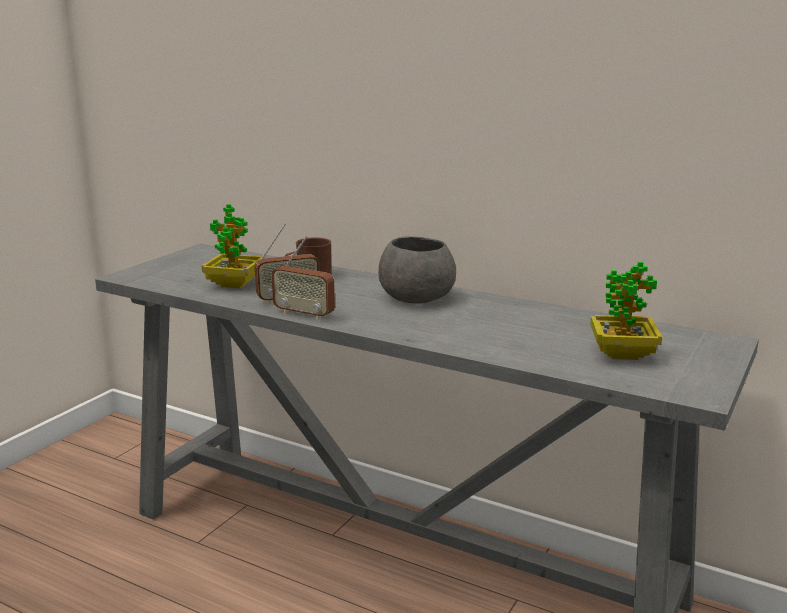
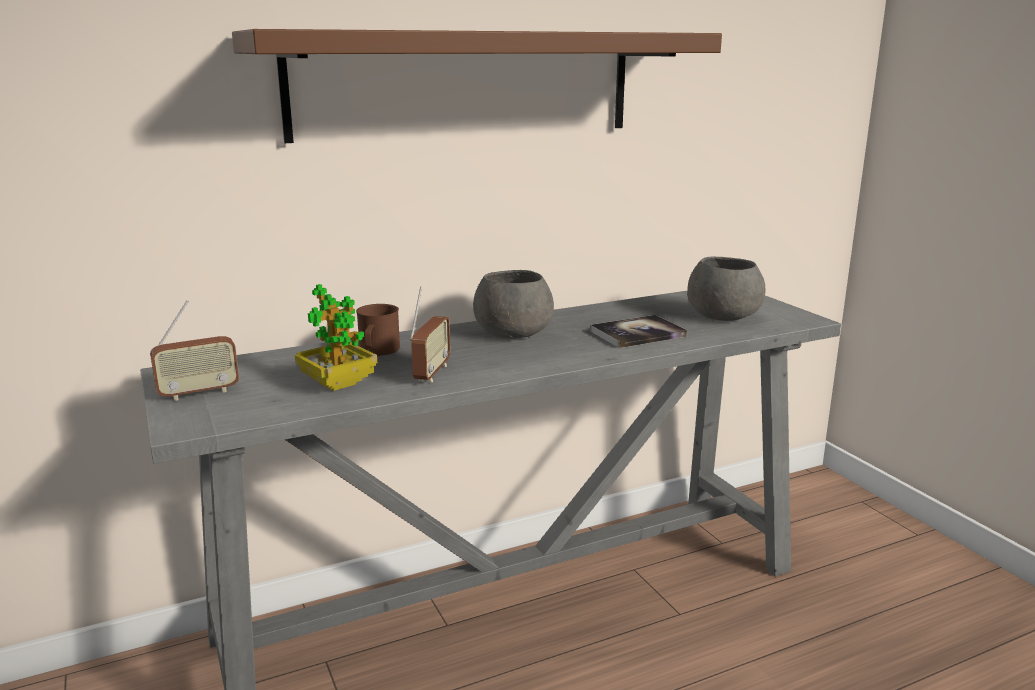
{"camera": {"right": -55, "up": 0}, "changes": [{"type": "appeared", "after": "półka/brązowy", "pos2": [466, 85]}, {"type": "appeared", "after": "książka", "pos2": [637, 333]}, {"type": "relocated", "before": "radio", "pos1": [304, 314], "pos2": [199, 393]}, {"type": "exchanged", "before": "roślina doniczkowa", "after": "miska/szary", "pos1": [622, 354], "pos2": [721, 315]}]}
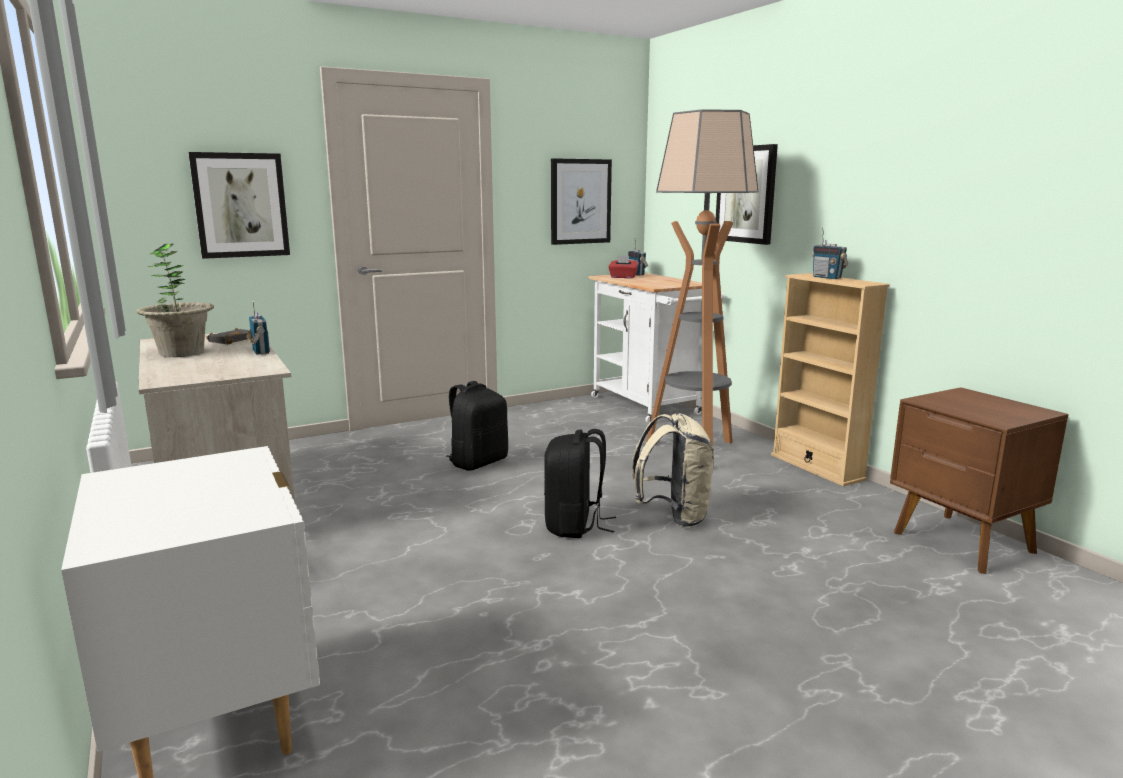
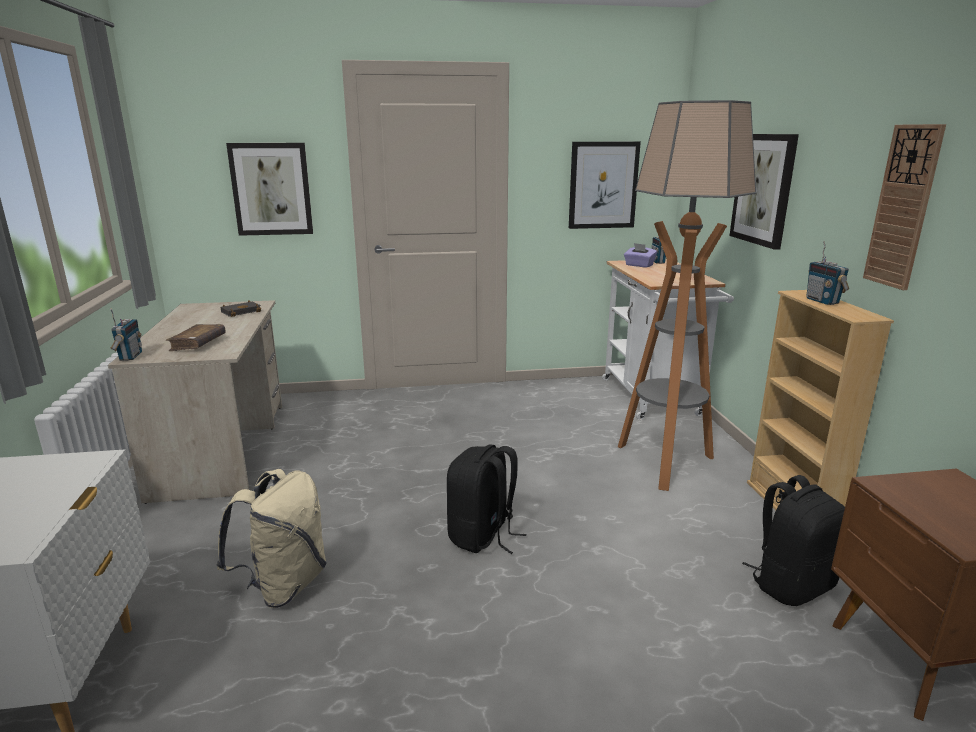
{"camera": {"right": 20, "up": 5}, "changes": [{"type": "missing", "before": "roślina doniczkowa", "pos1": [181, 353]}, {"type": "appeared", "after": "książka/brązowy", "pos2": [198, 344]}, {"type": "appeared", "after": "zegar ścienny", "pos2": [903, 207]}, {"type": "relocated", "before": "radio", "pos1": [260, 352], "pos2": [130, 356]}, {"type": "relocated", "before": "plecak/czarny", "pos1": [478, 462], "pos2": [791, 584]}, {"type": "relocated", "before": "plecak/beżowy", "pos1": [673, 516], "pos2": [284, 585]}, {"type": "colour", "before": "pudełko chusteczek/czerwony", "after": "pudełko chusteczek/fioletowy", "pos1": [623, 277], "pos2": [639, 265]}]}
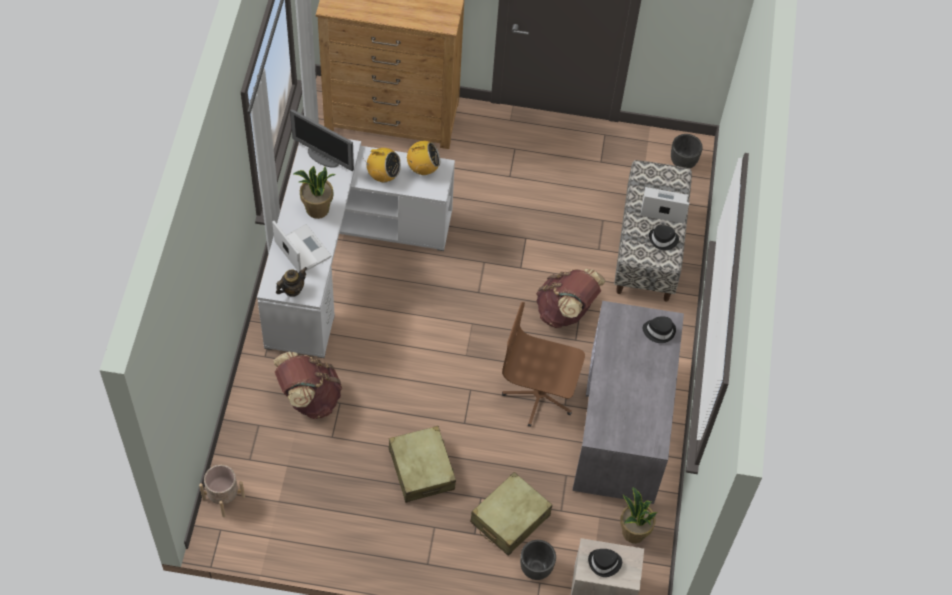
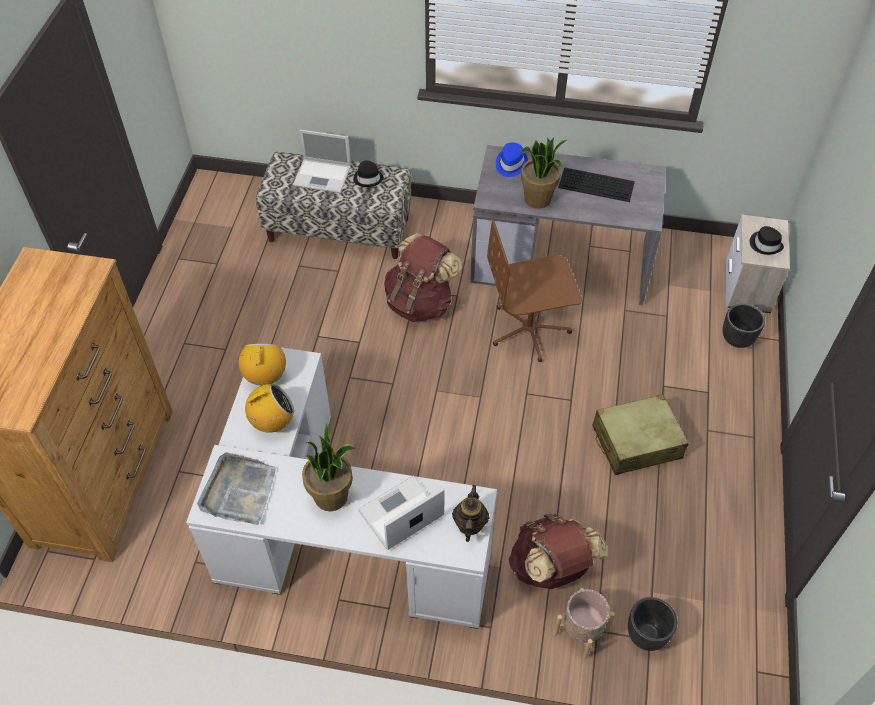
{"camera": {"right": -85, "up": -5}, "changes": [{"type": "missing", "before": "walizka/beżowy", "pos1": [510, 519]}, {"type": "appeared", "after": "klawiatura", "pos2": [597, 184]}, {"type": "relocated", "before": "donica/beżowy", "pos1": [224, 498], "pos2": [581, 631]}, {"type": "relocated", "before": "roślina doniczkowa", "pos1": [633, 532], "pos2": [538, 199]}, {"type": "relocated", "before": "donica/czarny", "pos1": [683, 162], "pos2": [647, 635]}, {"type": "exchanged", "before": "monitor", "after": "taca/szary", "pos1": [323, 157], "pos2": [238, 491]}, {"type": "colour", "before": "kapelusz/czarny", "after": "kapelusz/niebieski", "pos1": [659, 331], "pos2": [510, 164]}, {"type": "spun", "before": "imbryk", "pos1": [292, 289], "pos2": [469, 524], "turn": 45}, {"type": "spun", "before": "radio", "pos1": [383, 175], "pos2": [272, 422], "turn": 45}, {"type": "spun", "before": "krzesło biurowe/brązowy", "pos1": [539, 395], "pos2": [529, 329], "turn": 60}, {"type": "spun", "before": "laptop", "pos1": [663, 206], "pos2": [323, 176], "turn": -90}]}
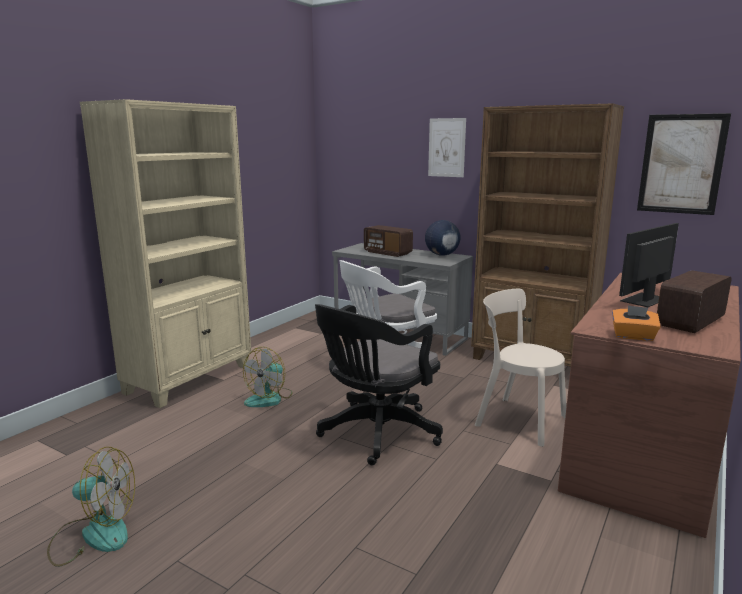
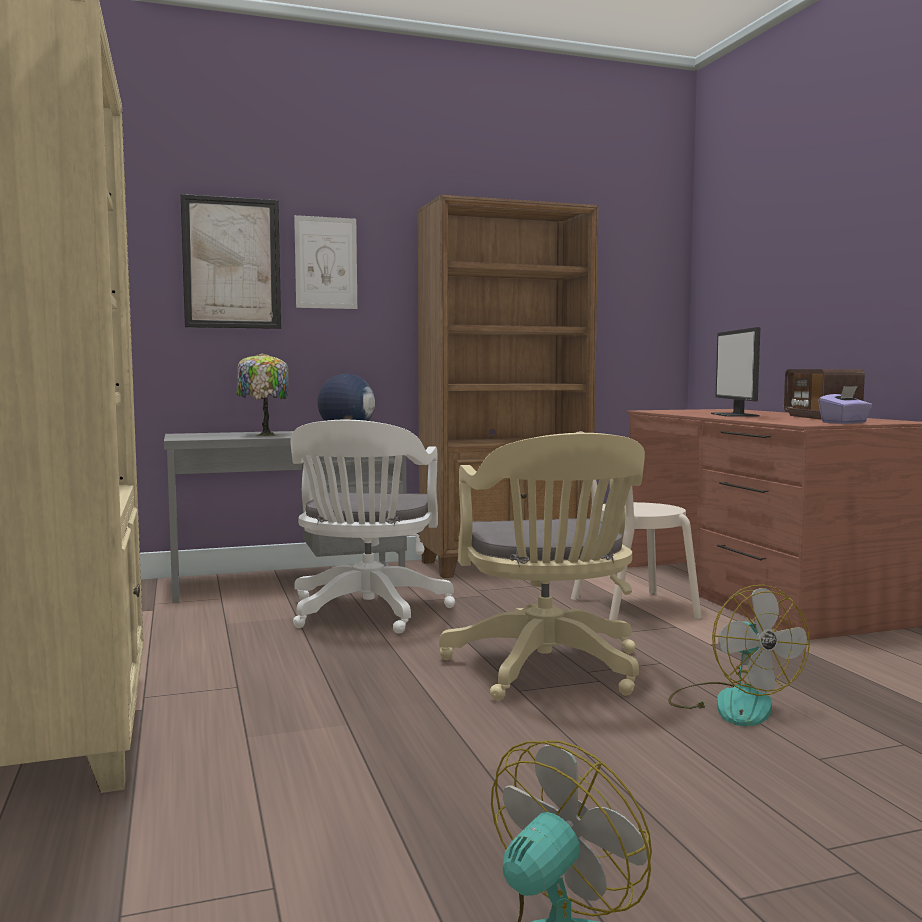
{"camera": {"right": -50, "up": -10}, "changes": [{"type": "relocated", "before": "wentylator", "pos1": [269, 398], "pos2": [732, 703]}, {"type": "relocated", "before": "obraz", "pos1": [681, 164], "pos2": [231, 263]}, {"type": "exchanged", "before": "radio", "after": "lampa stołowa", "pos1": [387, 253], "pos2": [264, 435]}, {"type": "colour", "before": "krzesło biurowe/czarny", "after": "krzesło biurowe/beżowy", "pos1": [375, 434], "pos2": [547, 671]}, {"type": "colour", "before": "pudełko chusteczek/pomarańczowy", "after": "pudełko chusteczek/fioletowy", "pos1": [633, 336], "pos2": [844, 423]}]}
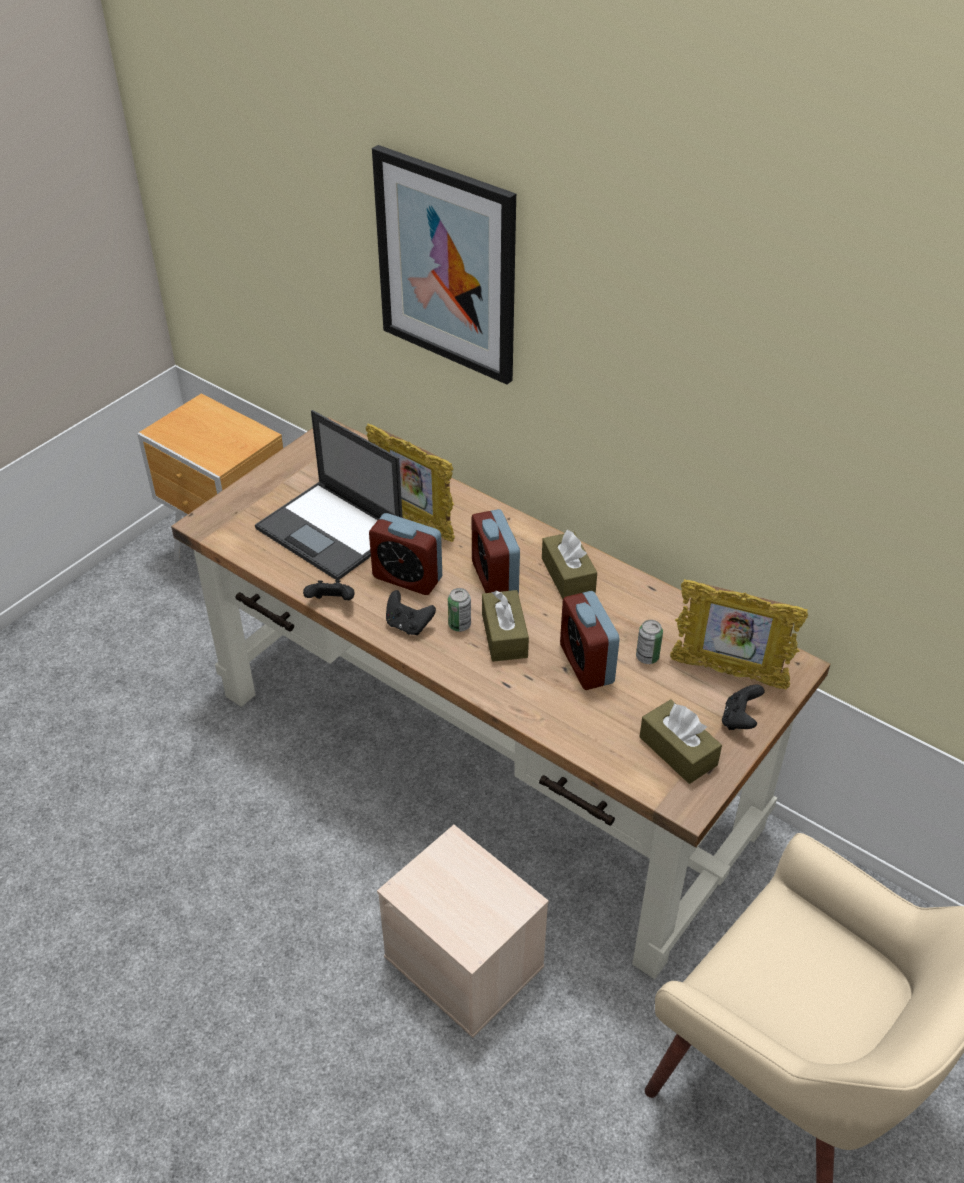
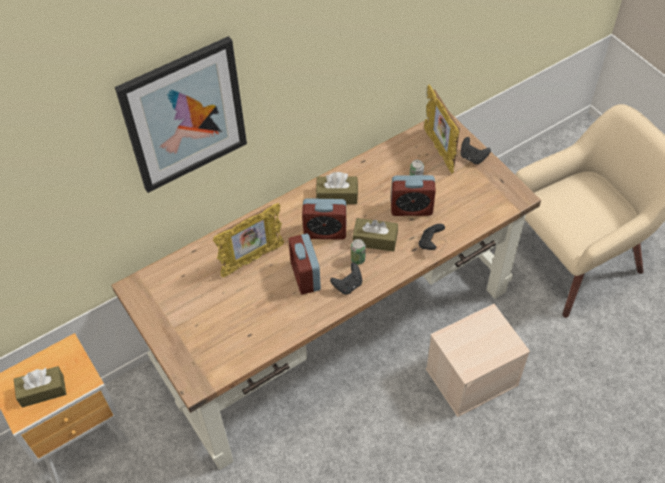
{"camera": {"right": -70, "up": 10}, "changes": [{"type": "missing", "before": "laptop", "pos1": [331, 531]}, {"type": "relocated", "before": "pad do gier/czarny", "pos1": [332, 603], "pos2": [430, 243]}, {"type": "relocated", "before": "pudełko chusteczek/brązowy", "pos1": [678, 751], "pos2": [42, 391]}, {"type": "spun", "before": "budzik", "pos1": [407, 578], "pos2": [305, 276], "turn": 120}, {"type": "spun", "before": "ramka na zdjęcie", "pos1": [728, 673], "pos2": [439, 151], "turn": 120}]}
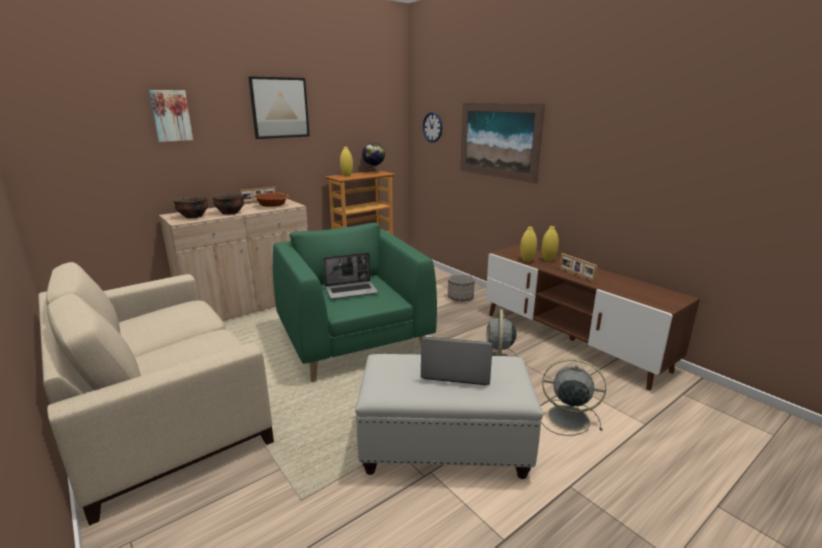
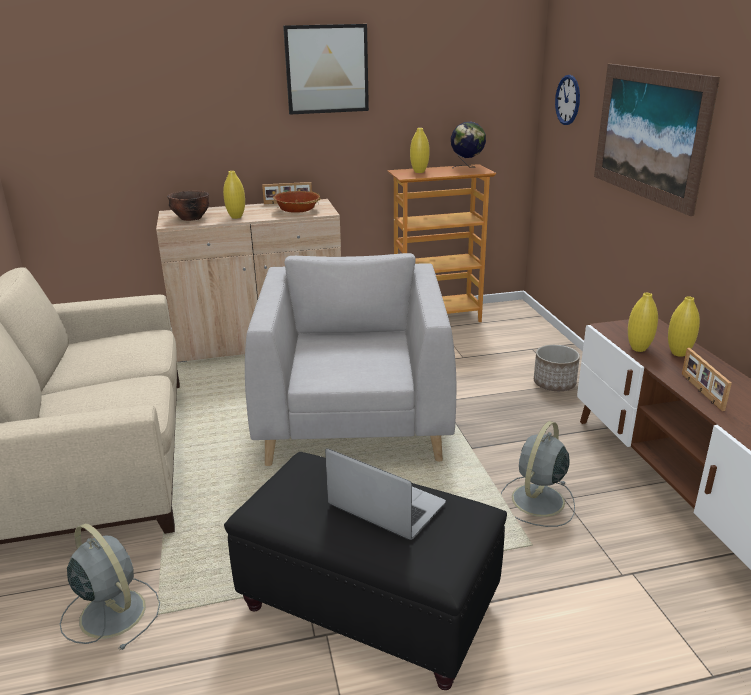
{"camera": {"right": 25, "up": 5}, "changes": [{"type": "missing", "before": "obraz", "pos1": [171, 115]}, {"type": "missing", "before": "laptop", "pos1": [352, 291]}, {"type": "relocated", "before": "wentylator/szary", "pos1": [566, 417], "pos2": [111, 611]}, {"type": "exchanged", "before": "miska/brązowy", "after": "wazon/żółty", "pos1": [230, 213], "pos2": [236, 217]}, {"type": "colour", "before": "fotel/zielony", "after": "fotel/szary", "pos1": [353, 341], "pos2": [354, 420]}, {"type": "colour", "before": "pufa/biały", "after": "pufa/czarny", "pos1": [443, 446], "pos2": [367, 604]}]}
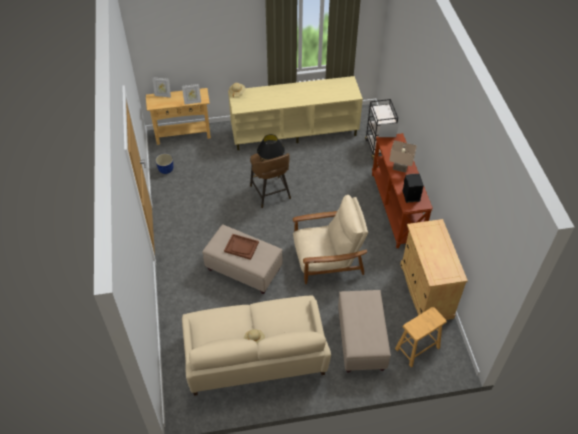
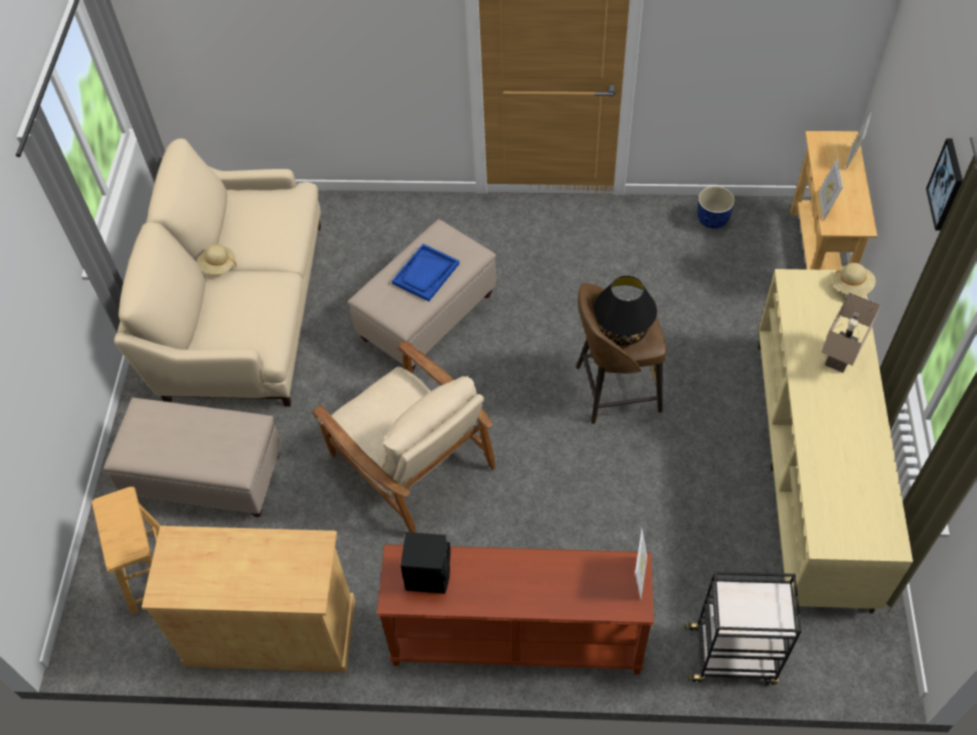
{"camera": {"right": 105, "up": 5}, "changes": [{"type": "appeared", "after": "obraz", "pos2": [946, 185]}, {"type": "relocated", "before": "lampa stołowa/beżowy", "pos1": [399, 168], "pos2": [838, 357]}, {"type": "colour", "before": "taca/brązowy", "after": "taca/niebieski", "pos1": [241, 247], "pos2": [426, 274]}, {"type": "spun", "before": "fotel/beżowy", "pos1": [327, 259], "pos2": [410, 460], "turn": -45}]}
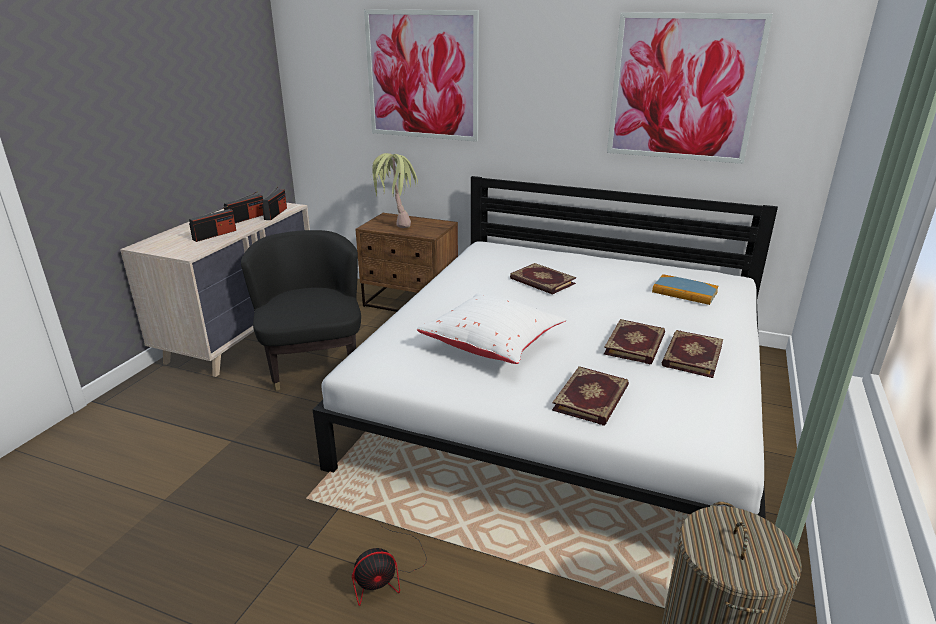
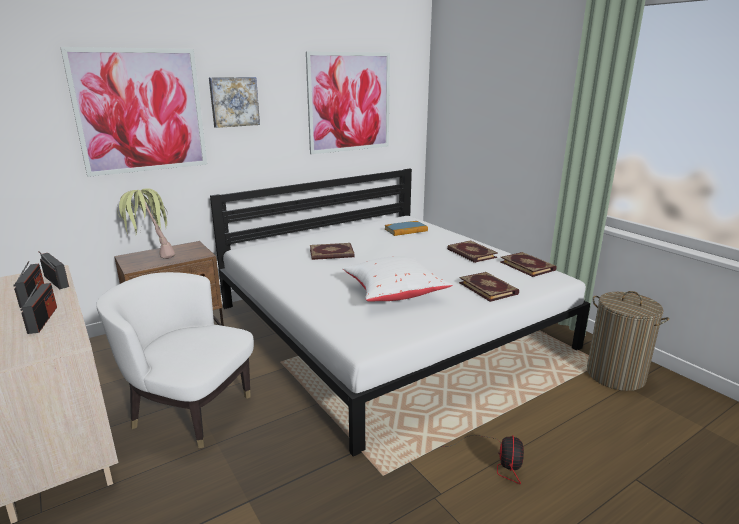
{"camera": {"right": -55, "up": -5}, "changes": [{"type": "appeared", "after": "obraz", "pos2": [234, 101]}, {"type": "relocated", "before": "książka", "pos1": [636, 344], "pos2": [528, 266]}, {"type": "colour", "before": "fotel/czarny", "after": "fotel/biały", "pos1": [313, 363], "pos2": [190, 410]}]}
